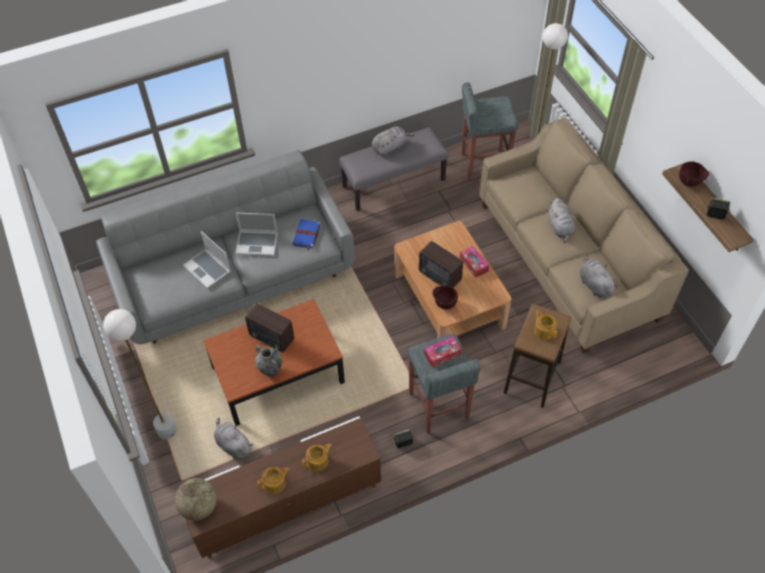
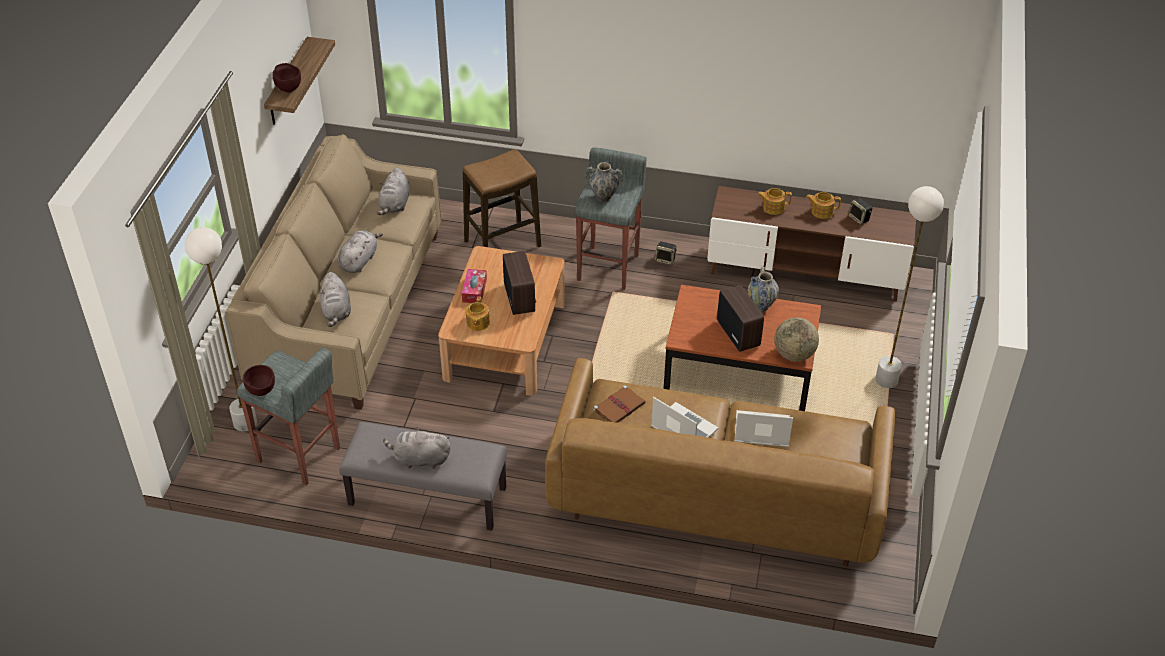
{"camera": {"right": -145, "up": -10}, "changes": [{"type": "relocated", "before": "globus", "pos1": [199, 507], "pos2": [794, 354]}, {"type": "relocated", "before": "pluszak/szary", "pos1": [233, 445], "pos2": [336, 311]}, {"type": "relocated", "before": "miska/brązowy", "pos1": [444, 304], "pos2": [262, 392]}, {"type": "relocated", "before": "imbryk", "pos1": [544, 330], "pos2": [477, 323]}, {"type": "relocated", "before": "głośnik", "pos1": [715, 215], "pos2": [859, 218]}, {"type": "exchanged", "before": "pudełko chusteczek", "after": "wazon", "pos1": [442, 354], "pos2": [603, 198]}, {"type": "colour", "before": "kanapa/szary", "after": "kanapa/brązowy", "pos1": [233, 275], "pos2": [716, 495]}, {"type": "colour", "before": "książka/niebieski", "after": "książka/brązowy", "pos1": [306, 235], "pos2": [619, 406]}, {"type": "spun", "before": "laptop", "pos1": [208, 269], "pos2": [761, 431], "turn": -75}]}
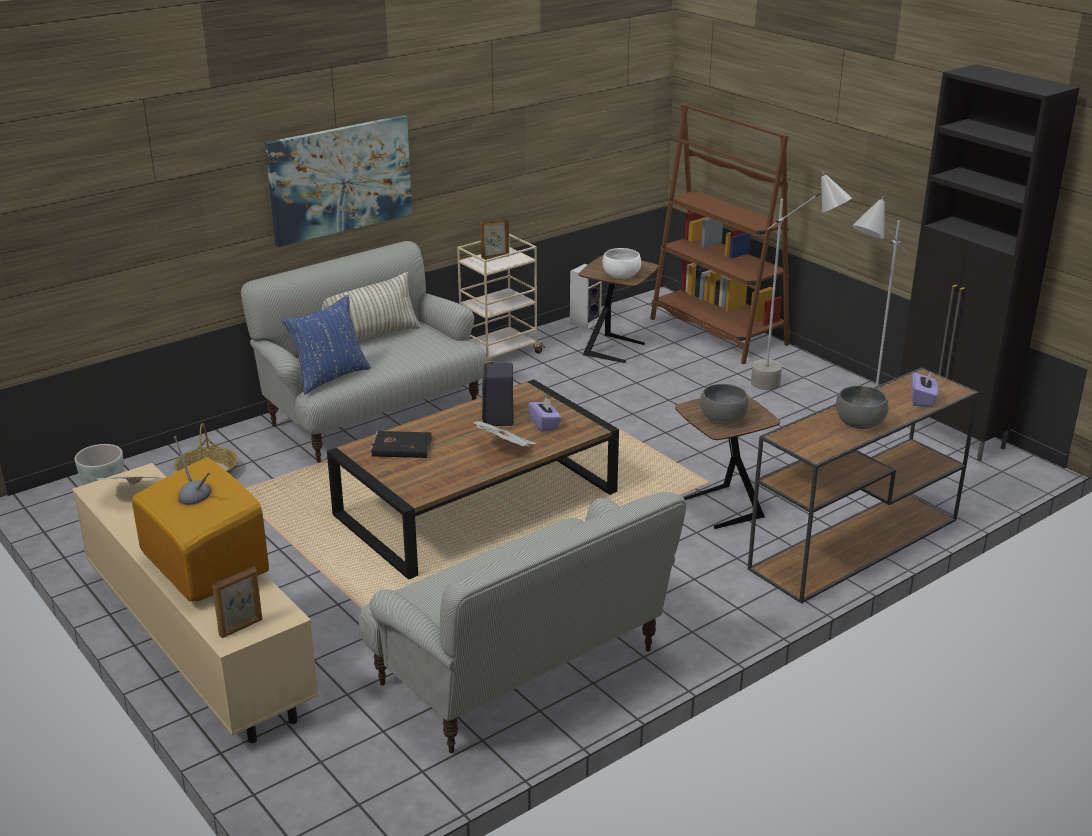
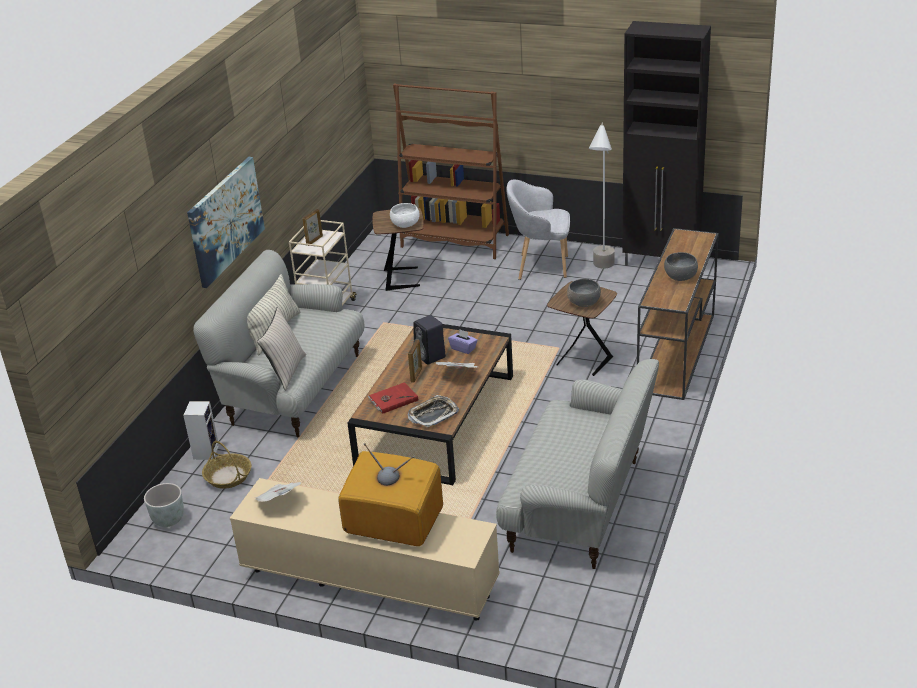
{"camera": {"right": -30, "up": 5}, "changes": [{"type": "missing", "before": "pudełko chusteczek/fioletowy", "pos1": [922, 400]}, {"type": "appeared", "after": "taca", "pos2": [433, 414]}, {"type": "relocated", "before": "ramka na zdjęcie", "pos1": [241, 628], "pos2": [416, 375]}, {"type": "relocated", "before": "głośnik", "pos1": [585, 322], "pos2": [205, 451]}, {"type": "exchanged", "before": "lampa stojąca/szary", "after": "fotel/szary", "pos1": [788, 389], "pos2": [540, 266]}, {"type": "colour", "before": "poduszka/niebieski", "after": "poduszka/beżowy", "pos1": [330, 377], "pos2": [286, 372]}, {"type": "colour", "before": "książka/czarny", "after": "książka/czerwony", "pos1": [401, 446], "pos2": [393, 399]}]}
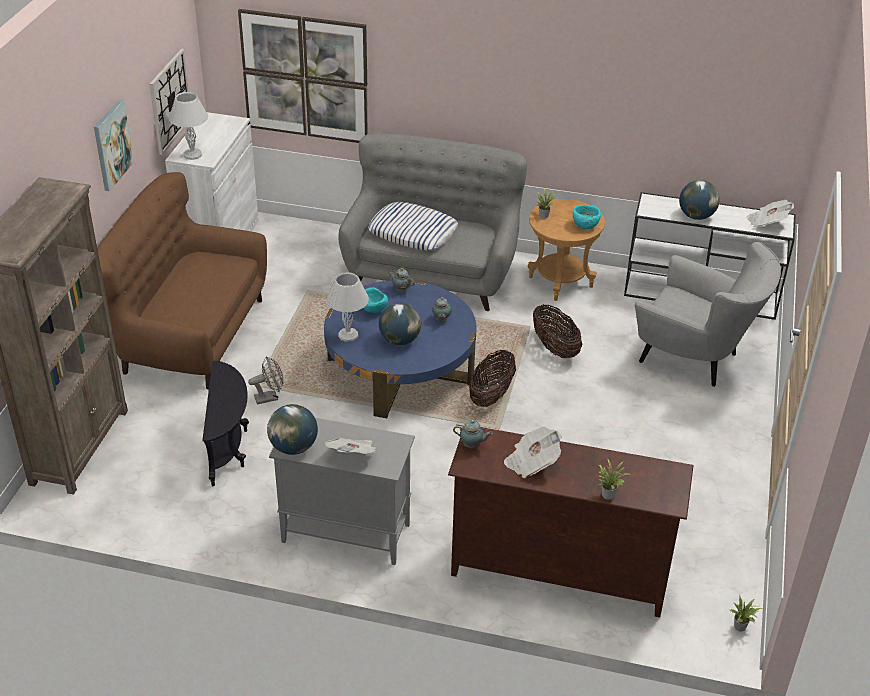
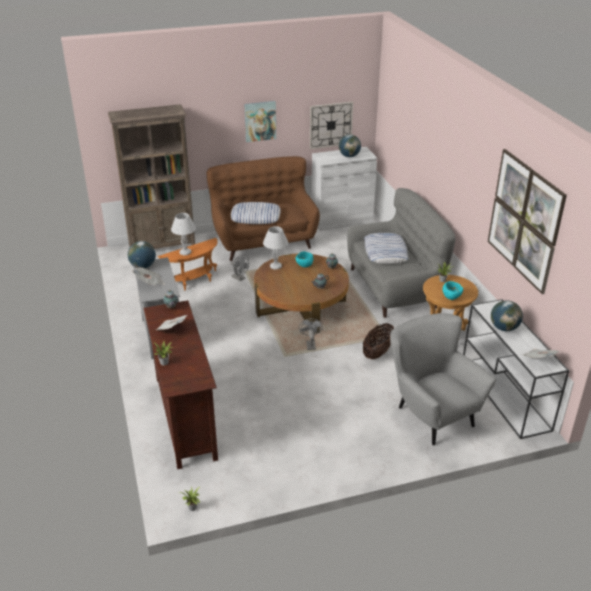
{"camera": {"right": 60, "up": -5}, "changes": [{"type": "appeared", "after": "poduszka", "pos2": [256, 217]}, {"type": "relocated", "before": "lampa stołowa/biały", "pos1": [192, 154], "pos2": [185, 252]}, {"type": "relocated", "before": "obraz", "pos1": [305, 77], "pos2": [524, 220]}, {"type": "relocated", "before": "globus", "pos1": [399, 340], "pos2": [349, 156]}, {"type": "exchanged", "before": "koszyk", "after": "wentylator/szary", "pos1": [491, 395], "pos2": [310, 344]}, {"type": "colour", "before": "stolik/czarny", "after": "stolik/pomarańczowy", "pos1": [229, 448], "pos2": [194, 282]}, {"type": "colour", "before": "ława/niebieski", "after": "ława/brązowy", "pos1": [400, 369], "pos2": [301, 307]}, {"type": "spun", "before": "fotel/szary", "pos1": [695, 359], "pos2": [430, 413], "turn": 150}]}
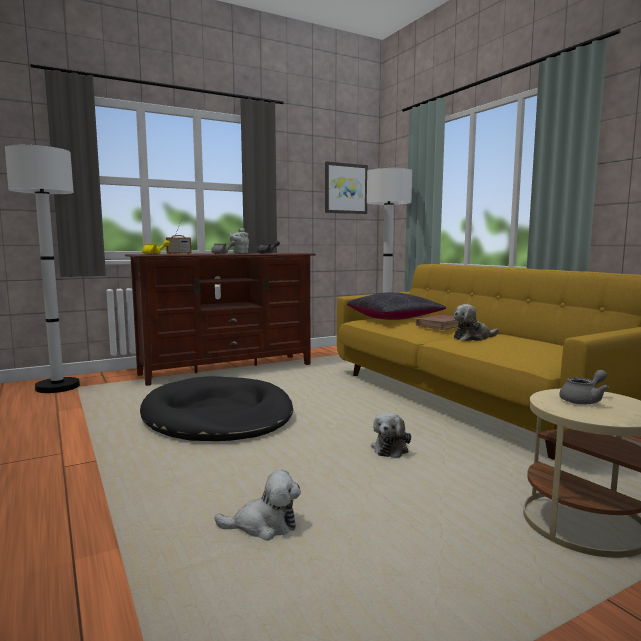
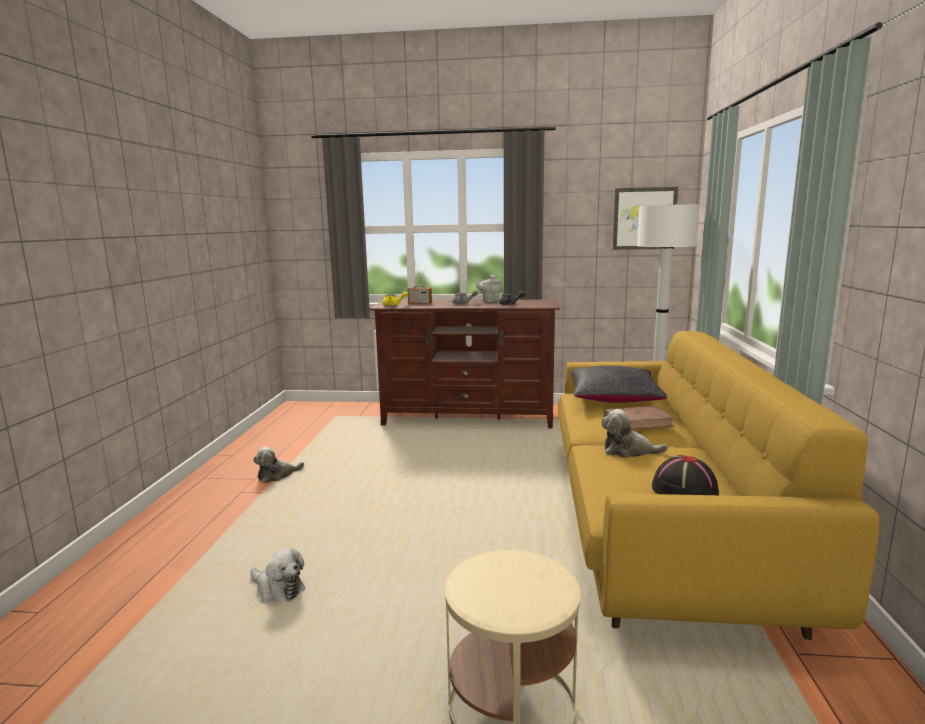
{"camera": {"right": 35, "up": 5}, "changes": [{"type": "missing", "before": "lampa stojąca/biały", "pos1": [57, 387]}, {"type": "missing", "before": "legowisko/czarny", "pos1": [218, 416]}, {"type": "missing", "before": "imbryk/szary", "pos1": [584, 400]}, {"type": "appeared", "after": "kapelusz/czarny", "pos2": [684, 491]}, {"type": "relocated", "before": "pluszak", "pos1": [390, 449], "pos2": [277, 475]}]}
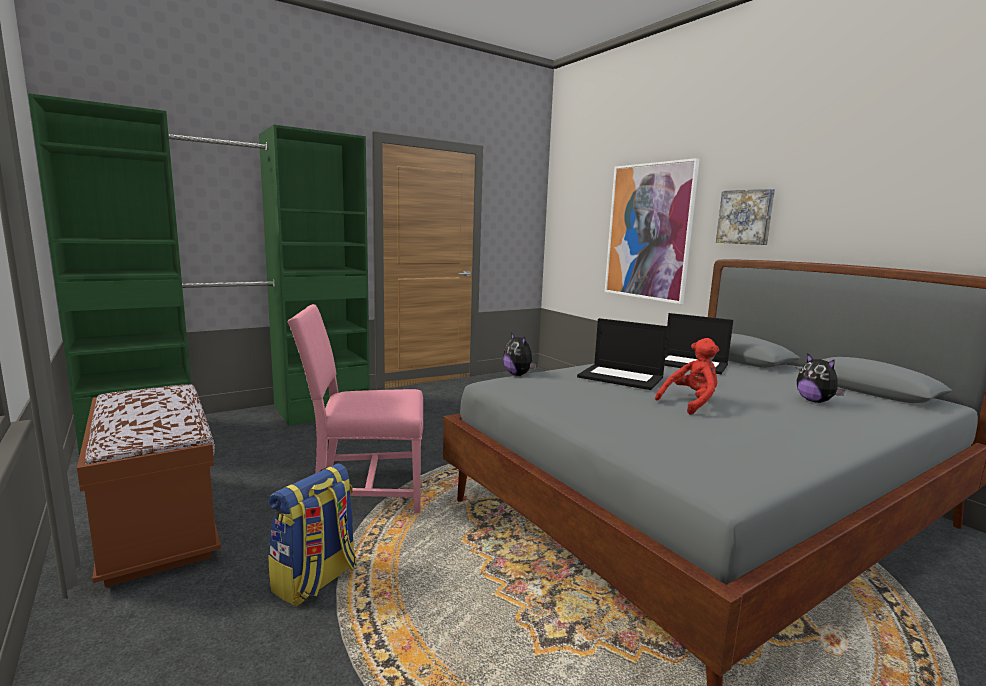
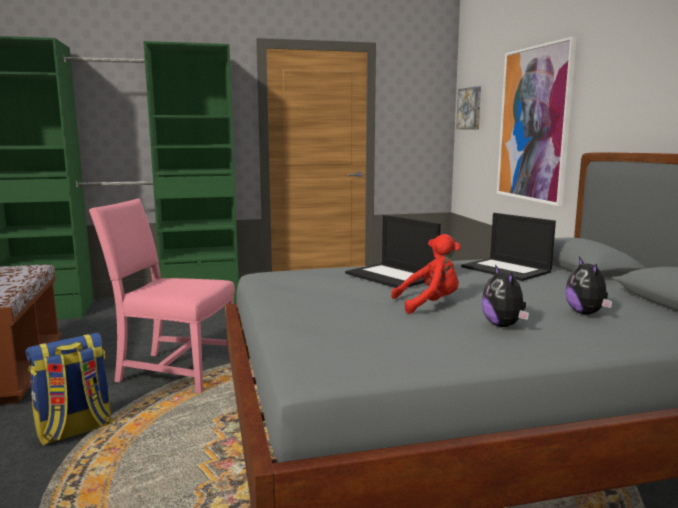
{"camera": {"right": 20, "up": 0}, "changes": [{"type": "relocated", "before": "pluszak", "pos1": [518, 375], "pos2": [503, 325]}, {"type": "relocated", "before": "obraz", "pos1": [745, 217], "pos2": [470, 108]}]}
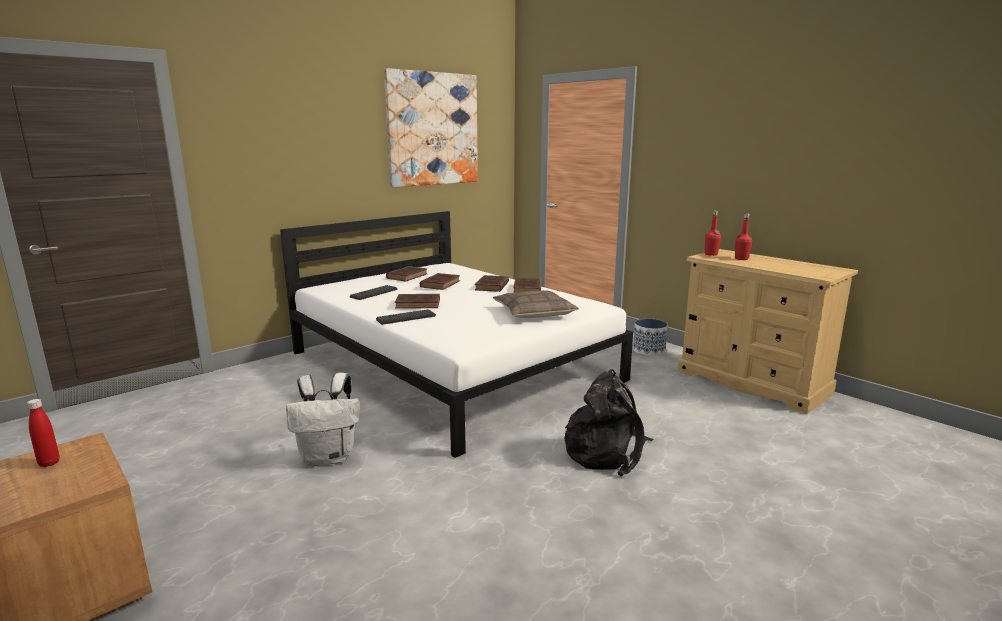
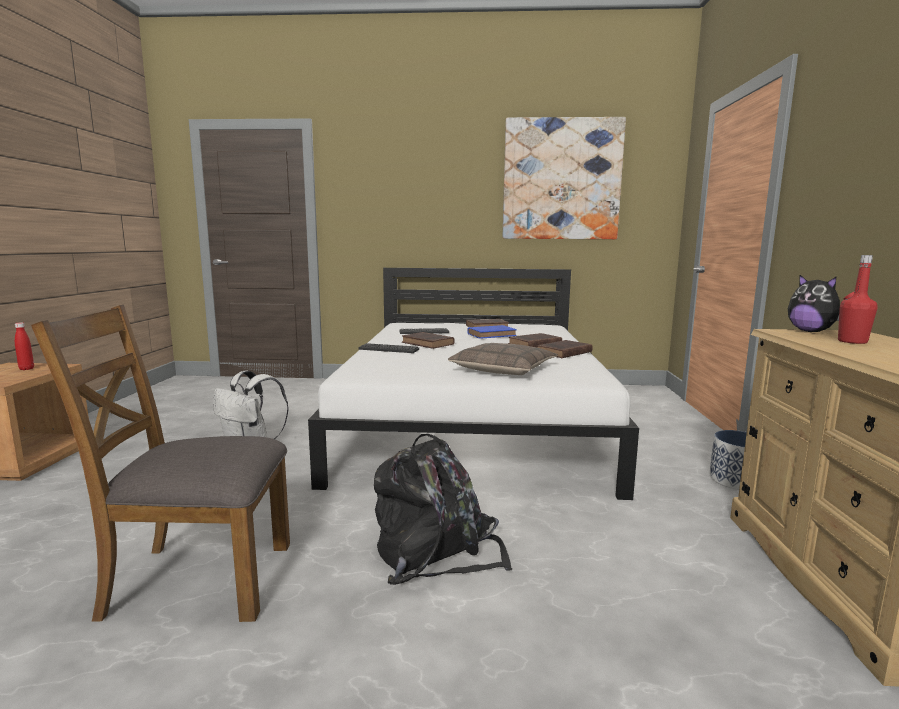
{"camera": {"right": 45, "up": -5}, "changes": [{"type": "appeared", "after": "krzesło/brązowy", "pos2": [198, 579]}, {"type": "exchanged", "before": "butelka/czerwony", "after": "pluszak", "pos1": [711, 254], "pos2": [811, 331]}, {"type": "colour", "before": "książka/brązowy", "after": "książka/niebieski", "pos1": [440, 284], "pos2": [492, 335]}]}
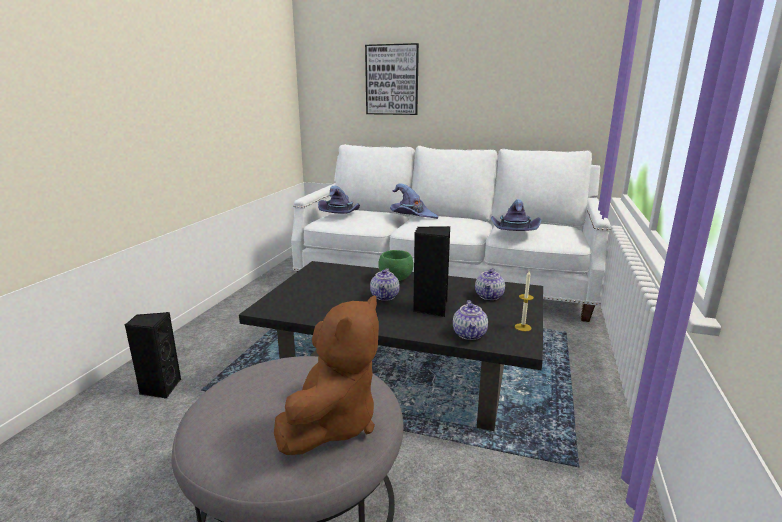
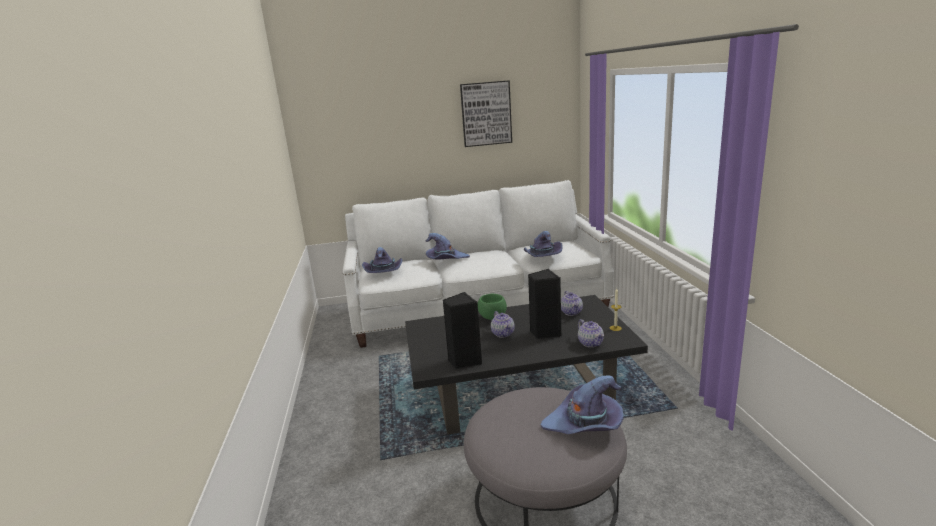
{"camera": {"right": -25, "up": 0}, "changes": [{"type": "relocated", "before": "głośnik/czarny", "pos1": [160, 388], "pos2": [464, 361]}, {"type": "relocated", "before": "obraz", "pos1": [392, 80], "pos2": [486, 114]}, {"type": "exchanged", "before": "pluszak/brązowy", "after": "kapelusz/fioletowy", "pos1": [332, 423], "pos2": [585, 424]}]}
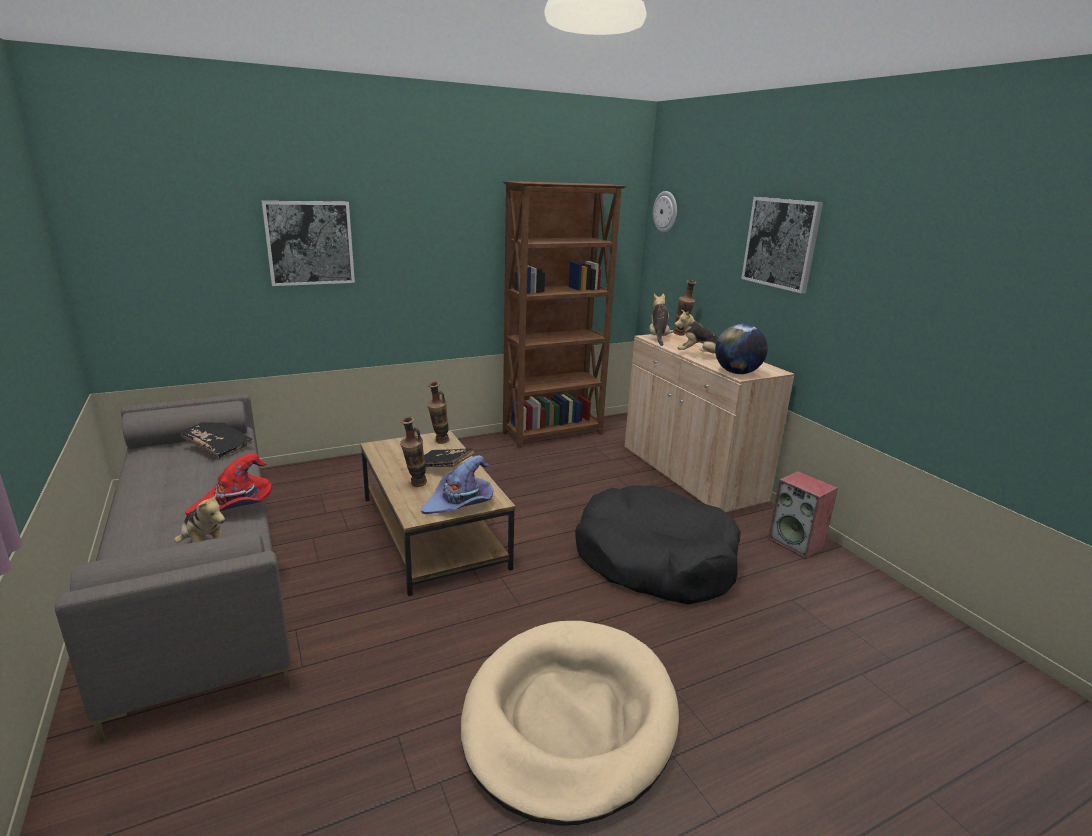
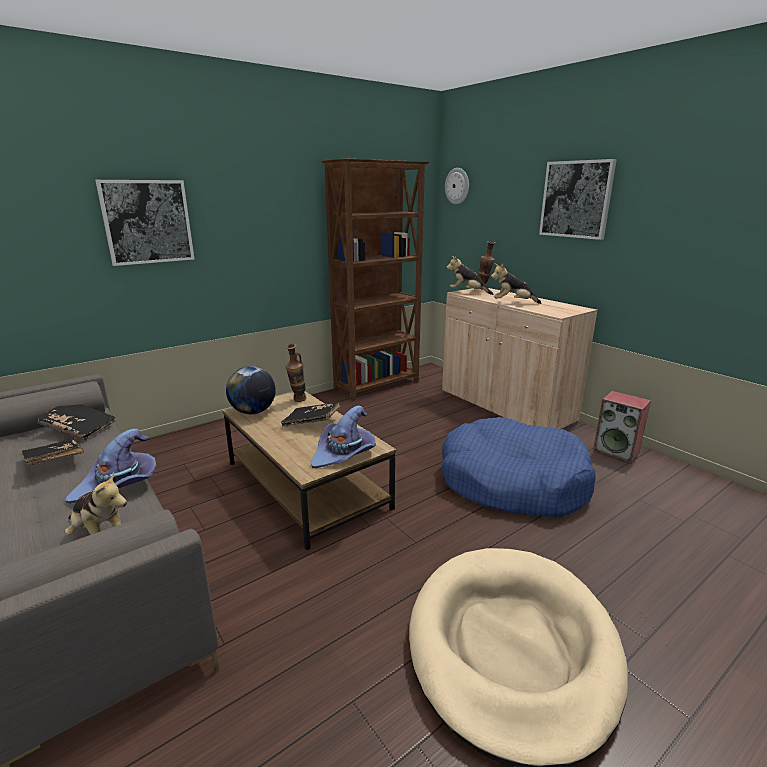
{"camera": {"right": -10, "up": 0}, "changes": [{"type": "missing", "before": "wazon", "pos1": [415, 485]}, {"type": "appeared", "after": "książka/czarny", "pos2": [54, 462]}, {"type": "relocated", "before": "globus", "pos1": [737, 373], "pos2": [253, 412]}, {"type": "colour", "before": "kapelusz/czerwony", "after": "kapelusz/fioletowy", "pos1": [235, 505], "pos2": [118, 485]}, {"type": "colour", "before": "legowisko/czarny", "after": "legowisko/niebieski", "pos1": [654, 560], "pos2": [512, 482]}, {"type": "spun", "before": "pluszak", "pos1": [658, 338], "pos2": [467, 292], "turn": -60}]}
